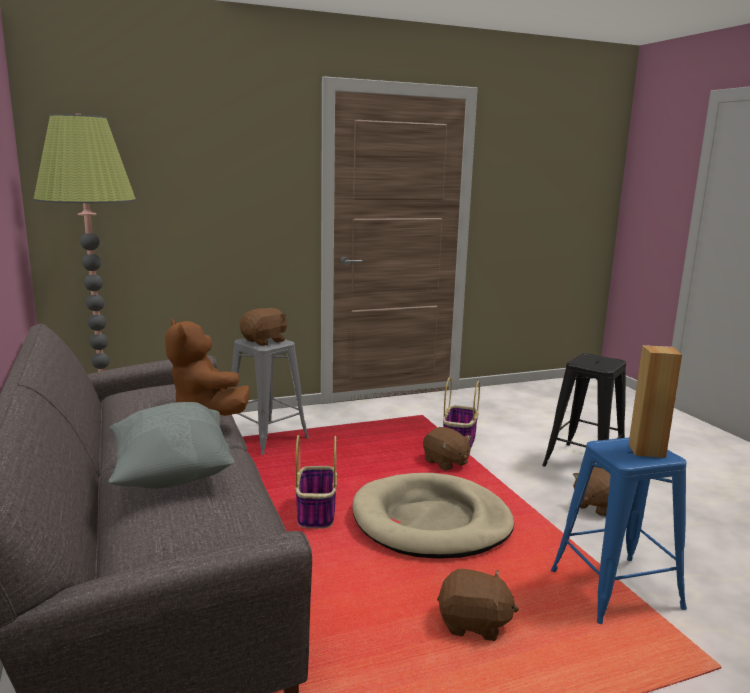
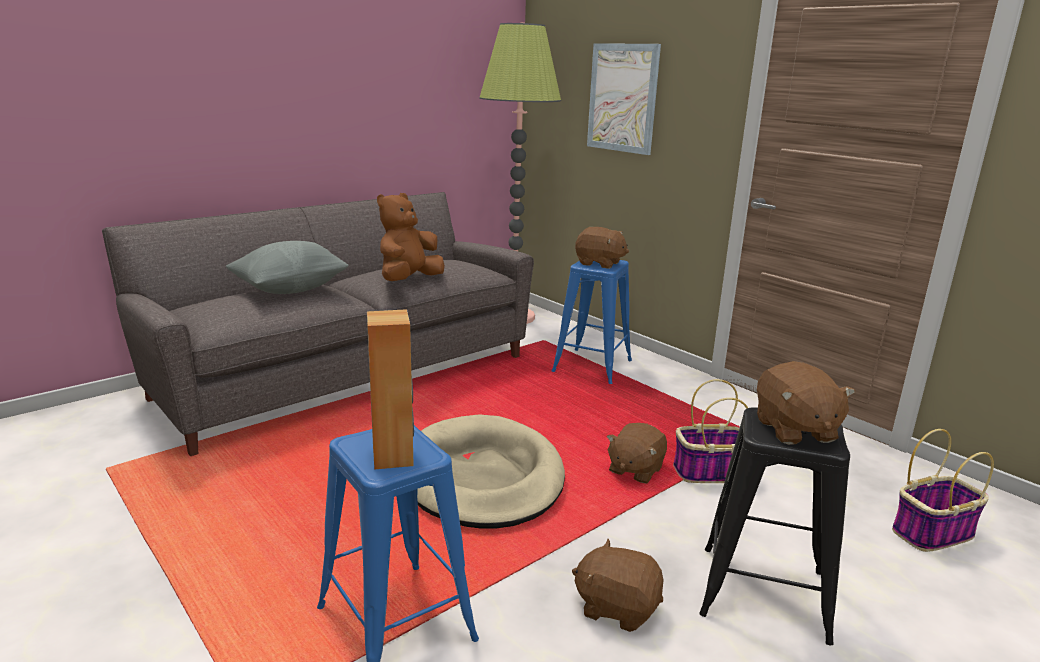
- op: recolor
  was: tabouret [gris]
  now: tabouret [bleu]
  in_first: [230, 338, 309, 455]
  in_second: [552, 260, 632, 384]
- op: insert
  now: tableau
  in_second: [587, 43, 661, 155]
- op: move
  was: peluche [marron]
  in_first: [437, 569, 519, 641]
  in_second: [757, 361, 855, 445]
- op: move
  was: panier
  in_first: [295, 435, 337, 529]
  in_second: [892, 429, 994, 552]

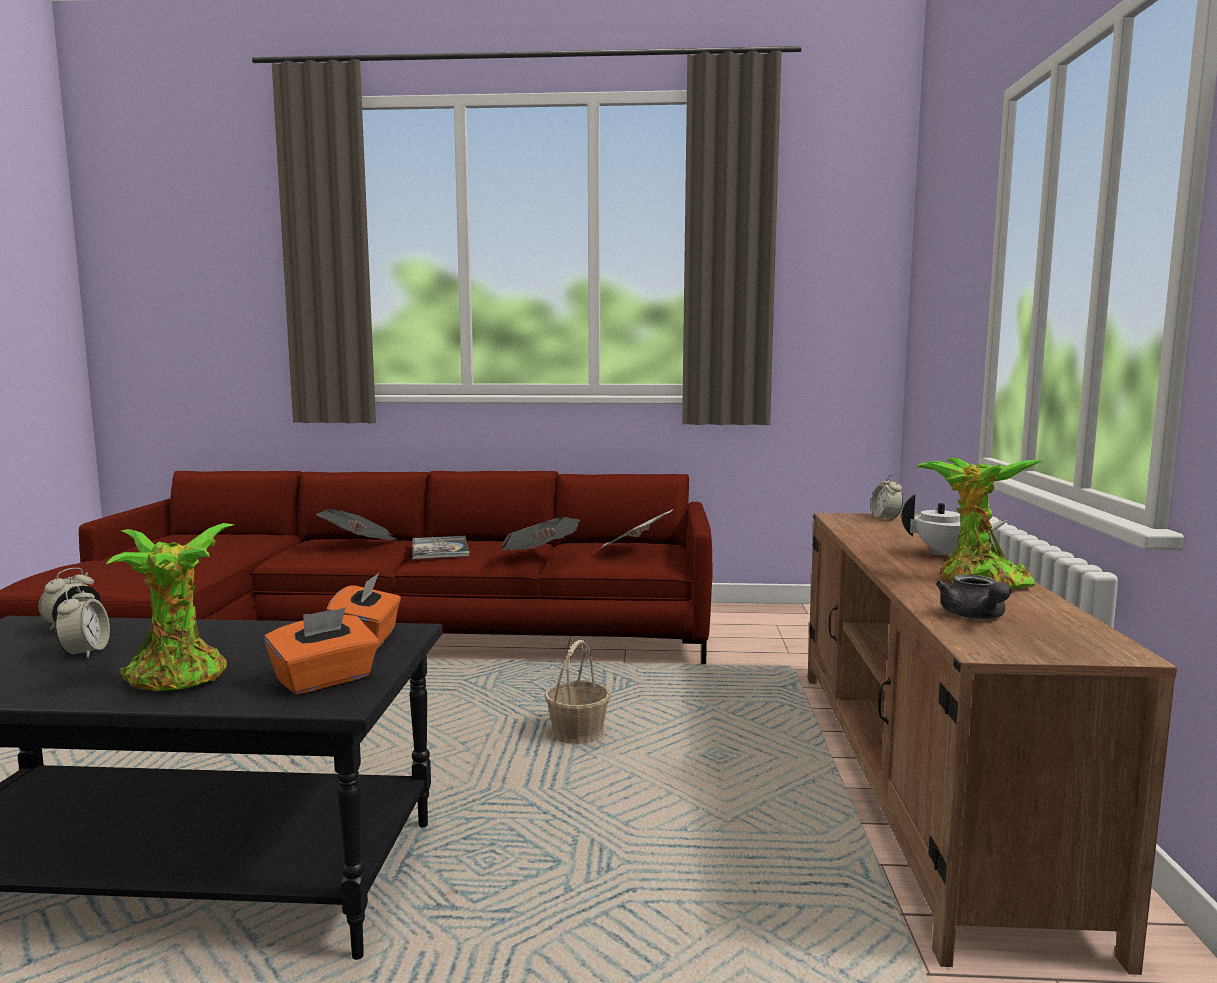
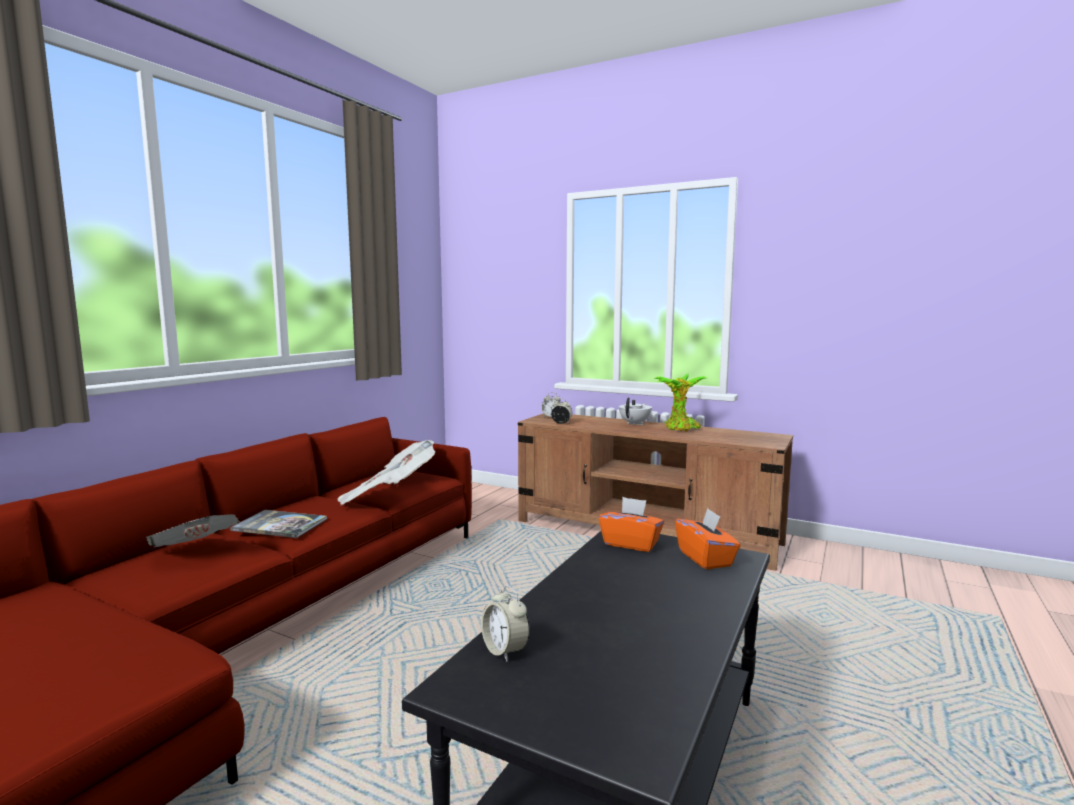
- op: move
  was: réveil
  in_first: [55, 585, 110, 658]
  in_second: [551, 398, 572, 424]
- op: delete
  was: plante en pot
  in_first: [107, 523, 234, 691]
- op: delete
  was: panier
  in_first: [544, 640, 611, 744]
- op: delete
  was: théière [gris]
  in_first: [936, 574, 1011, 619]

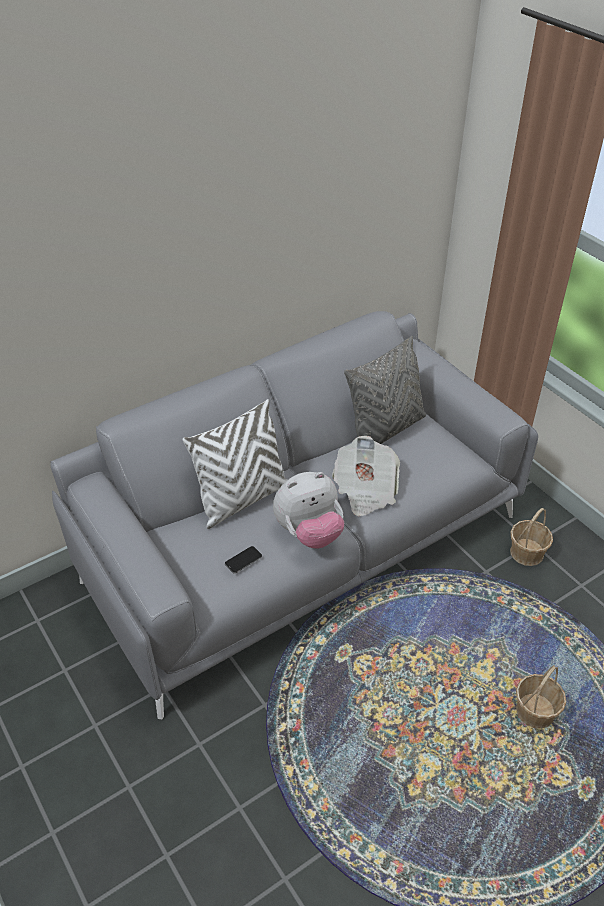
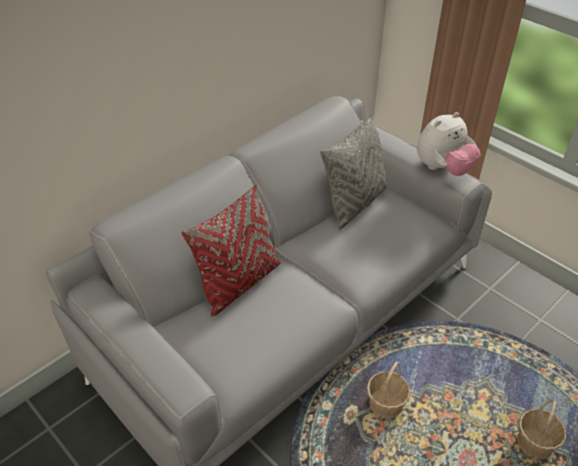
- op: recolor
  was: coussin [blanc]
  now: coussin [rouge]
  in_first: [182, 399, 287, 529]
  in_second: [182, 185, 281, 317]
- op: move
  was: panier
  in_first: [510, 508, 553, 566]
  in_second: [367, 361, 411, 419]
- op: move
  was: peluche
  in_first: [273, 472, 344, 548]
  in_second: [417, 112, 481, 176]
- op: delete
  was: téléphone
  in_first: [225, 546, 262, 574]
- op: delete
  was: journal
  in_first: [332, 436, 400, 516]

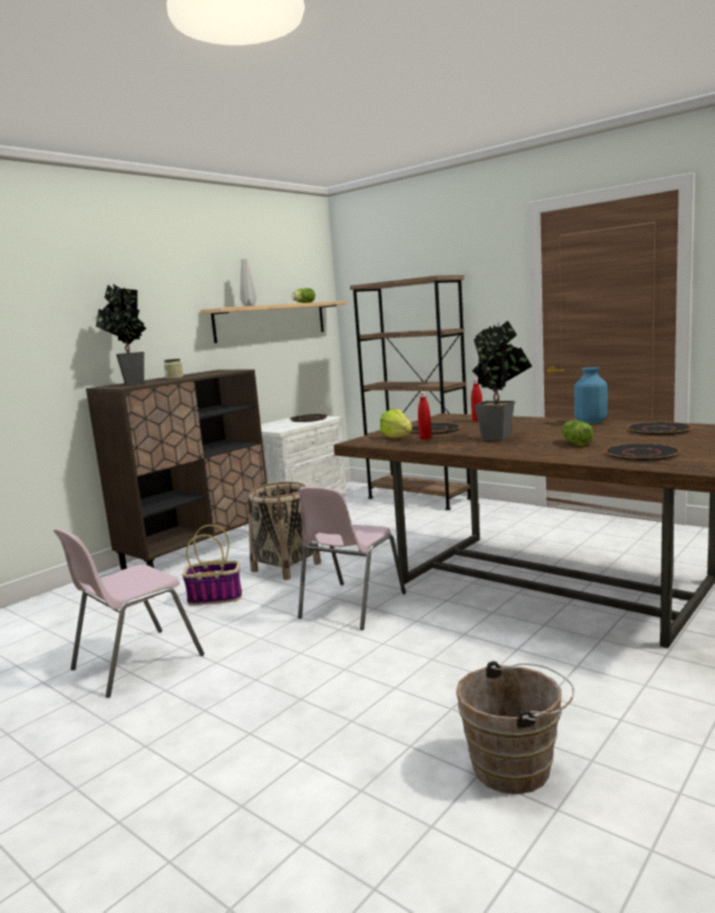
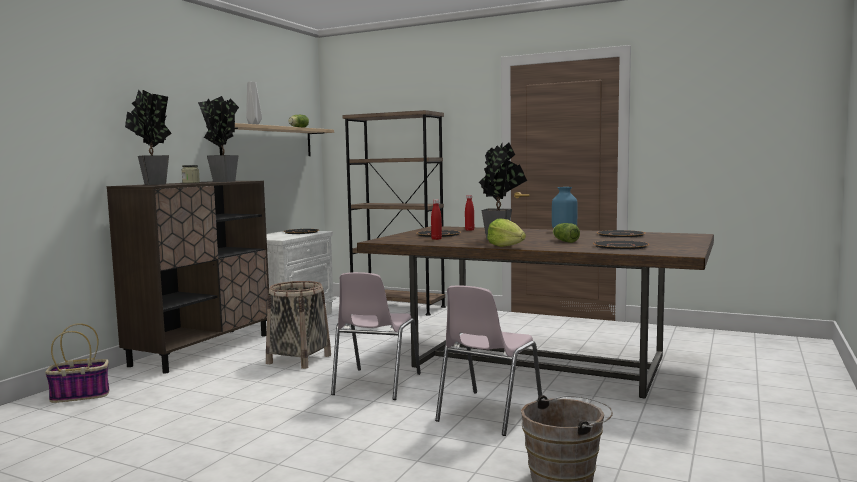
- op: move
  was: panier
  in_first: [182, 525, 242, 605]
  in_second: [45, 323, 109, 403]
- op: insert
  now: plante en pot
  in_second: [198, 96, 239, 182]
- op: move
  was: chaise [rose]
  in_first: [53, 528, 204, 697]
  in_second: [435, 285, 542, 436]
- op: move
  was: laitue
  in_first: [380, 409, 412, 438]
  in_second: [487, 219, 526, 247]

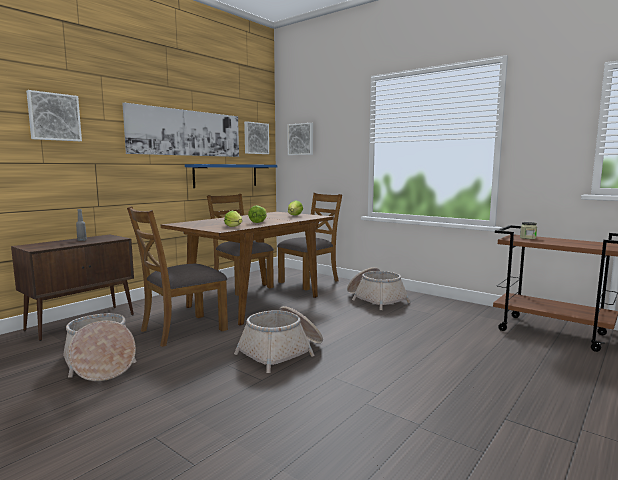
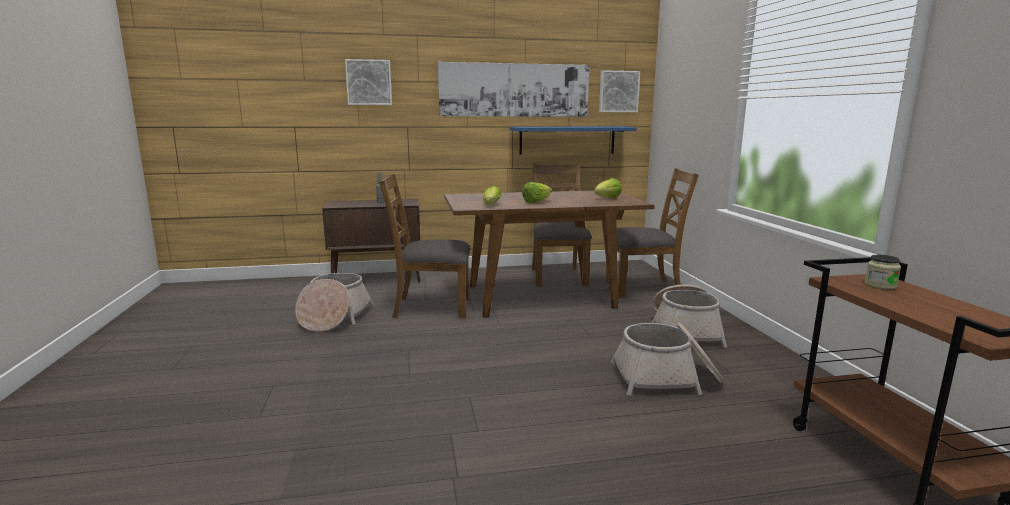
- op: move
  was: panier
  in_first: [234, 306, 323, 373]
  in_second: [611, 323, 724, 396]
- op: delete
  was: tableau
  in_first: [287, 123, 313, 155]

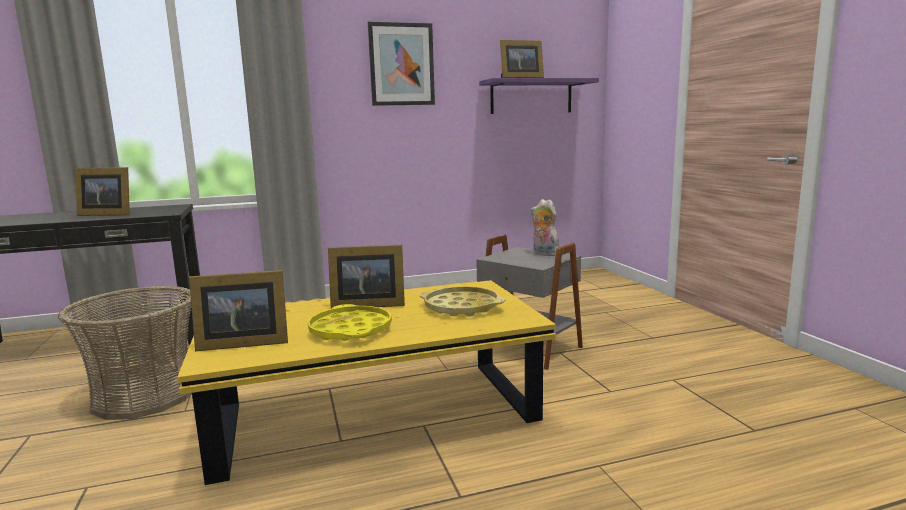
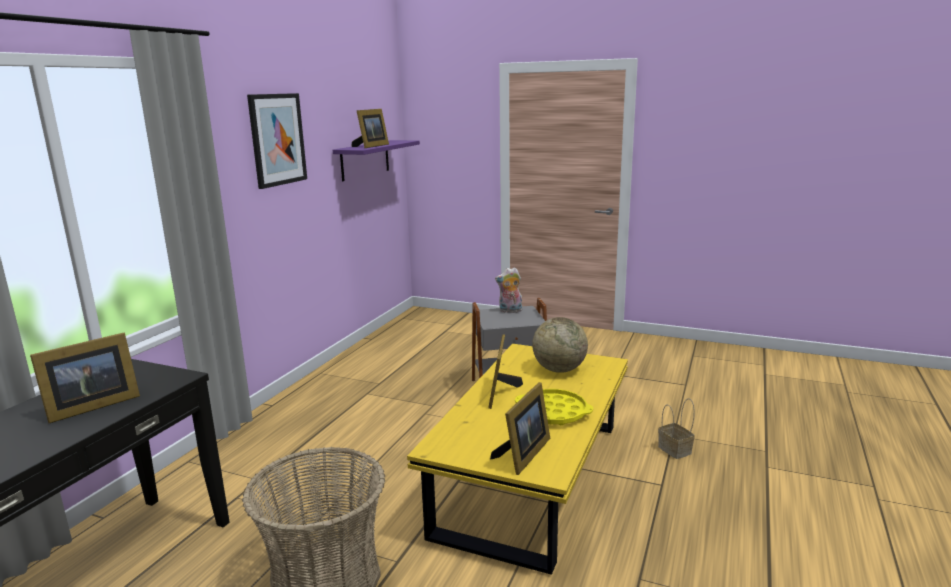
- op: rotate
  was: cadre photo
  in_first: [328, 245, 405, 308]
  in_second: [488, 334, 523, 409]
  clockwise: 150
- op: replace
  was: plateau [jaune]
  now: globe
  in_first: [420, 286, 505, 317]
  in_second: [532, 317, 588, 373]
- op: insert
  now: panier
  in_second: [658, 398, 695, 459]

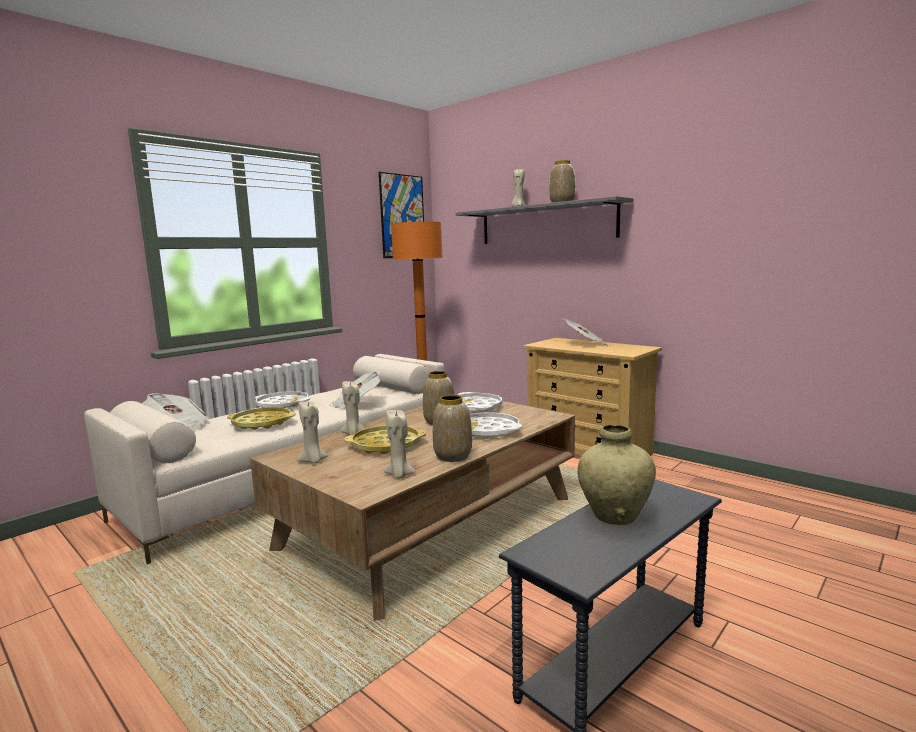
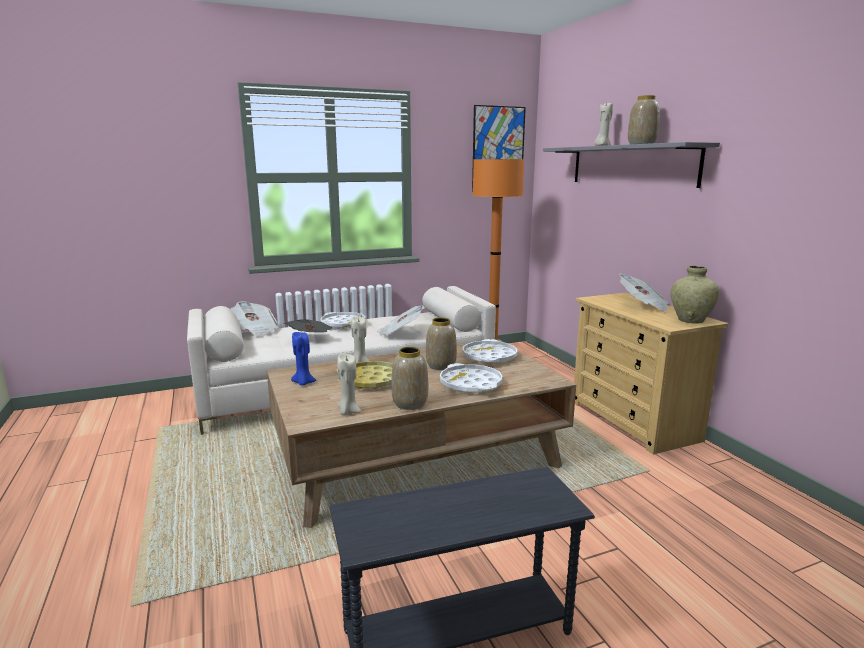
- op: replace
  was: plateau [jaune]
  now: journal
  in_first: [227, 407, 296, 430]
  in_second: [284, 319, 332, 333]
- op: recolor
  was: bougie [beige]
  now: bougie [bleu]
  in_first: [297, 401, 328, 463]
  in_second: [291, 332, 316, 386]
- op: move
  was: vase [beige]
  in_first: [577, 425, 656, 525]
  in_second: [671, 266, 720, 324]

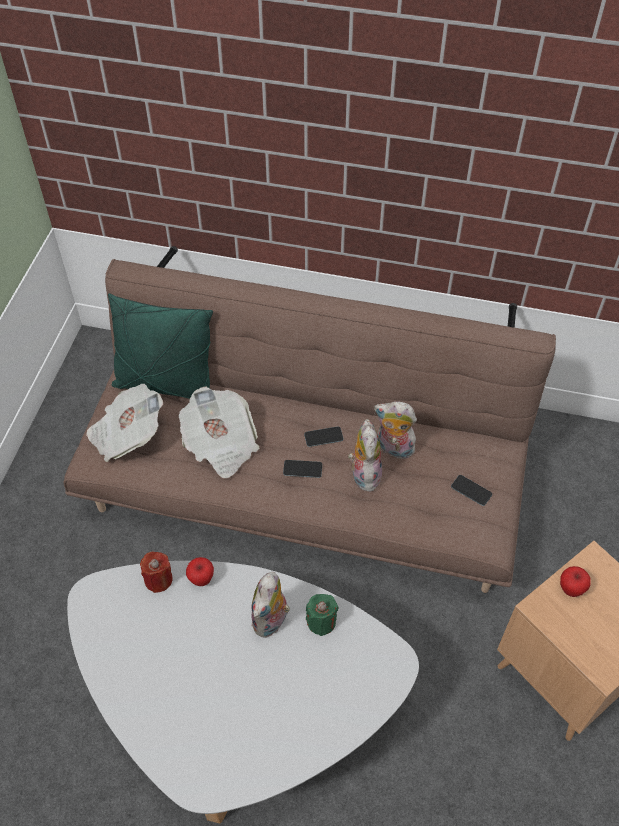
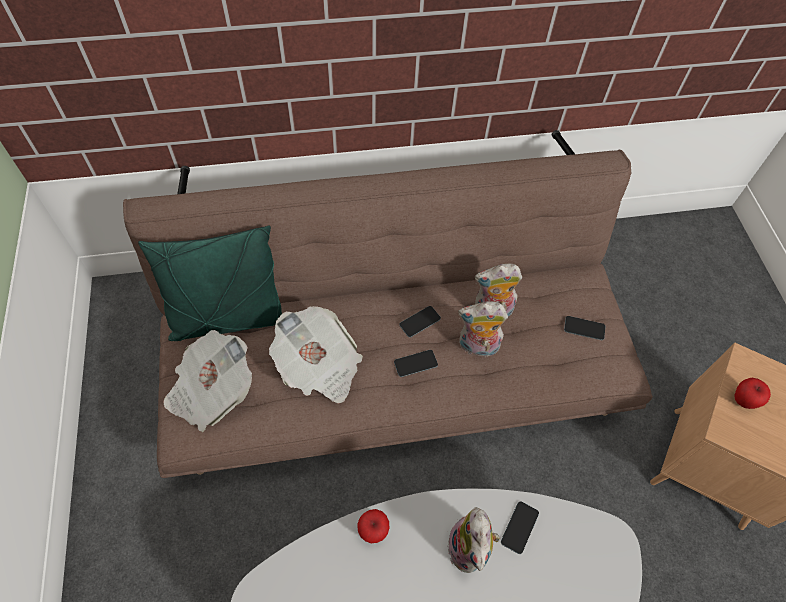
- op: rotate
  was: peluche
  in_first: [348, 419, 382, 492]
  in_second: [458, 301, 508, 360]
  clockwise: -60
- op: replace
  was: bougie [vert]
  now: téléphone
  in_first: [306, 594, 338, 636]
  in_second: [501, 501, 539, 554]
- op: delete
  was: bougie [rouge]
  in_first: [140, 551, 173, 593]

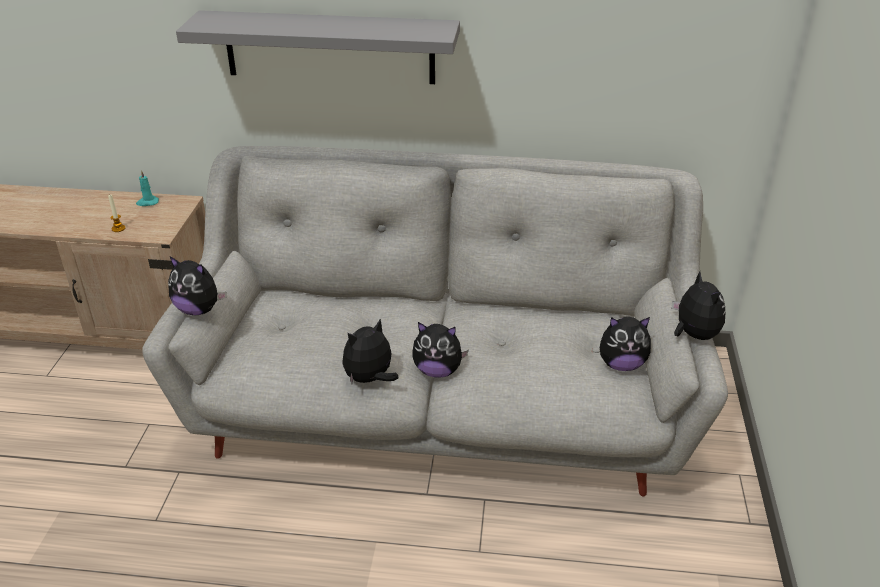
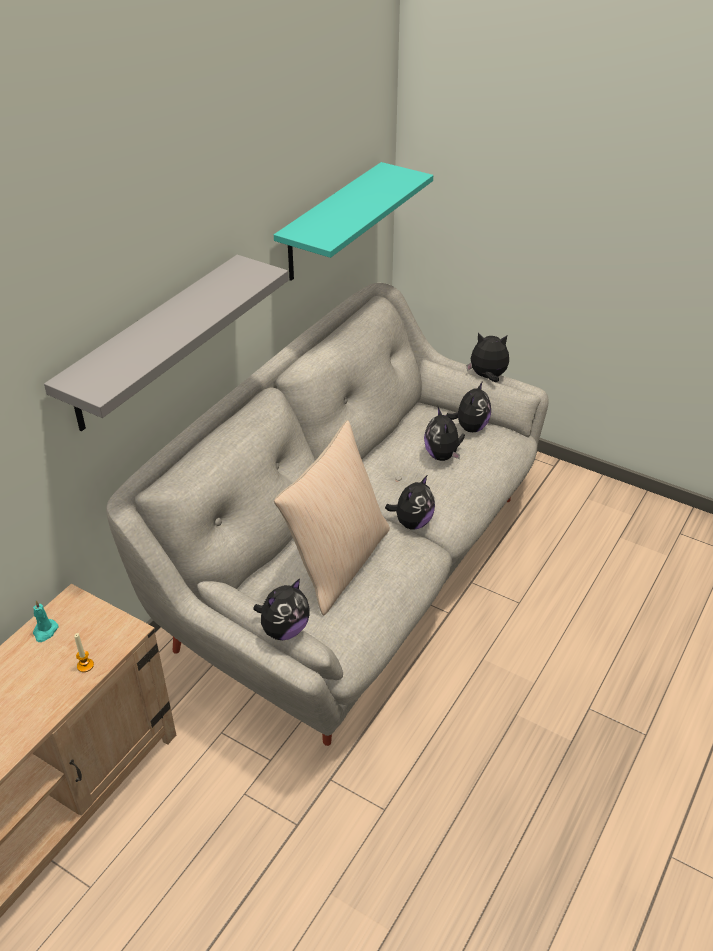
- op: insert
  now: étagère [turquoise]
  in_second: [274, 162, 433, 281]
- op: insert
  now: coussin [beige]
  in_second: [274, 420, 390, 616]
- op: move
  was: peluche
  in_first: [342, 318, 398, 384]
  in_second: [424, 407, 465, 461]

